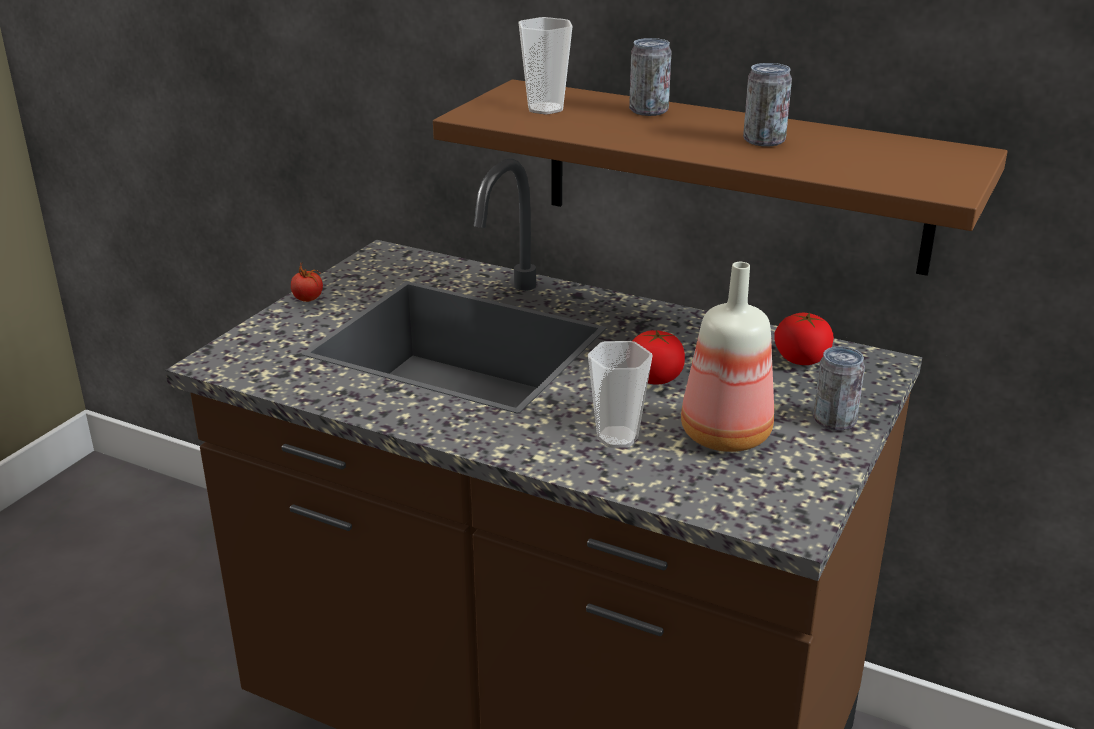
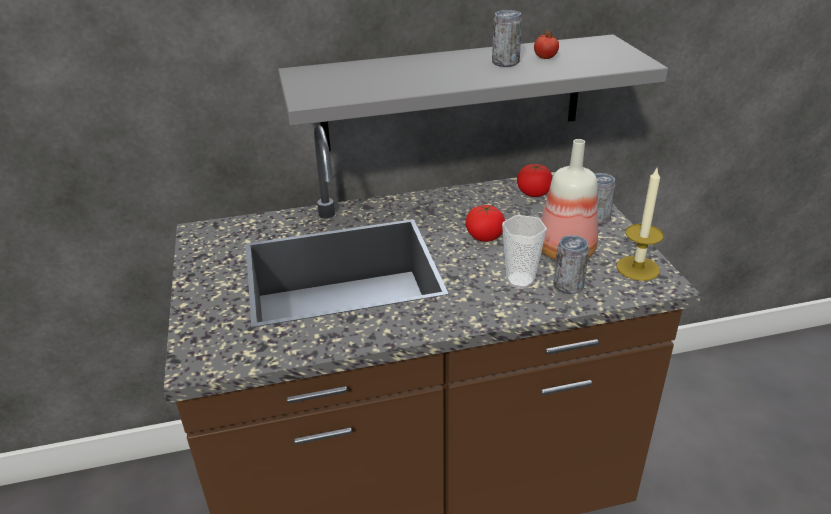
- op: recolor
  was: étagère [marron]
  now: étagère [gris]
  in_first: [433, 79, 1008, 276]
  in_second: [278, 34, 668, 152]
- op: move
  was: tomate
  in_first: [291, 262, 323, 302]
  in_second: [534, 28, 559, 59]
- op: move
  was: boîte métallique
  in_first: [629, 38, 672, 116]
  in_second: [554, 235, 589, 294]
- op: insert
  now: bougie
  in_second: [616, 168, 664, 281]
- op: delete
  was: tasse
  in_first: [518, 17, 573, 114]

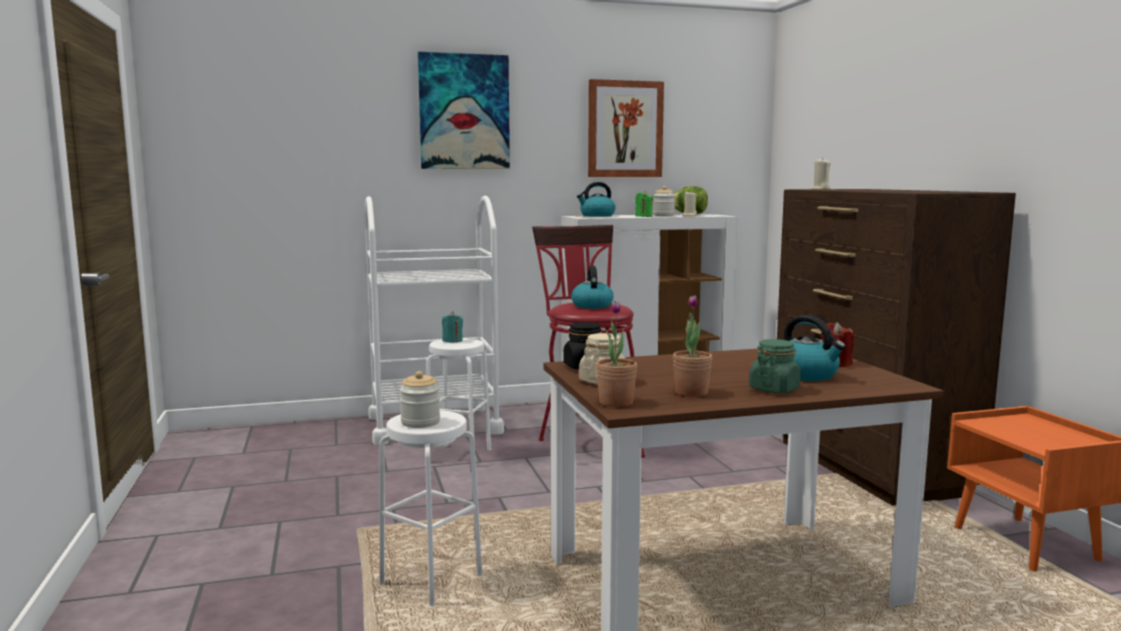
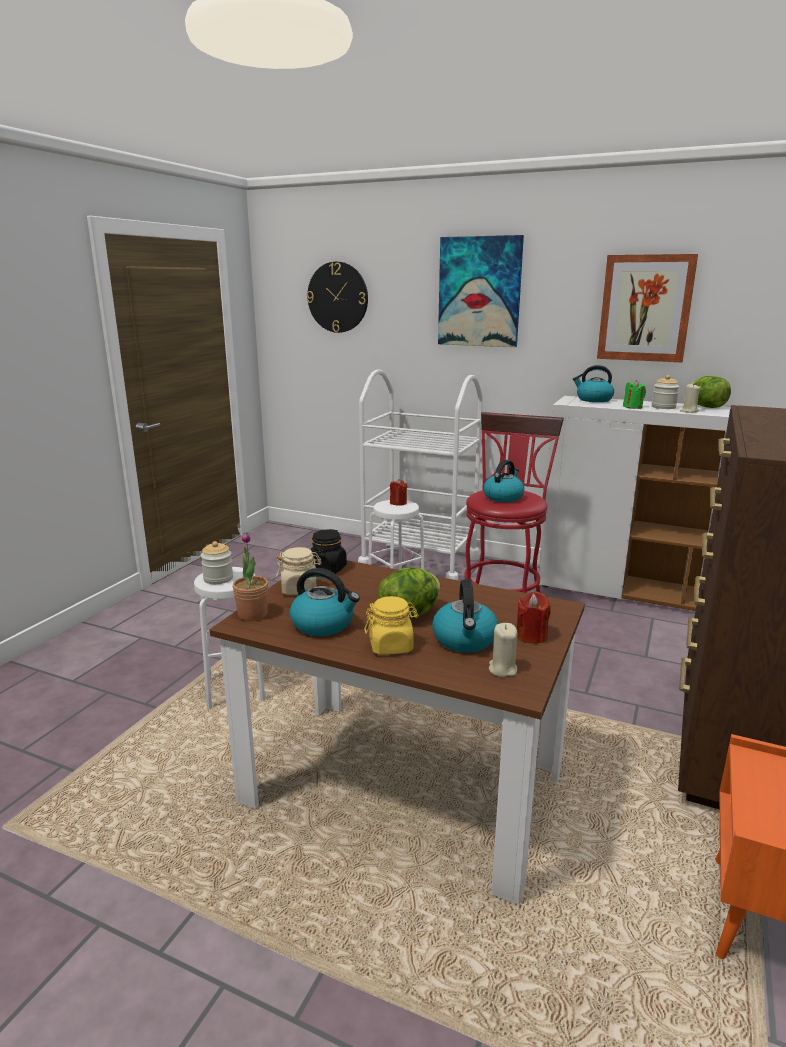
- op: replace
  was: plante en pot
  now: bouilloire
  in_first: [673, 295, 712, 397]
  in_second: [290, 568, 360, 636]
- op: insert
  now: horloge murale
  in_second: [307, 262, 368, 333]
- op: recolor
  was: bocal [vert]
  now: bocal [jaune]
  in_first: [749, 339, 801, 393]
  in_second: [364, 596, 419, 655]
- op: insert
  now: laitue
  in_second: [378, 567, 440, 620]
- op: recolor
  was: bougie [turquoise]
  now: bougie [rouge]
  in_first: [442, 311, 463, 343]
  in_second: [390, 479, 407, 505]
- op: move
  was: bougie [beige]
  in_first: [810, 158, 831, 190]
  in_second: [489, 623, 518, 677]

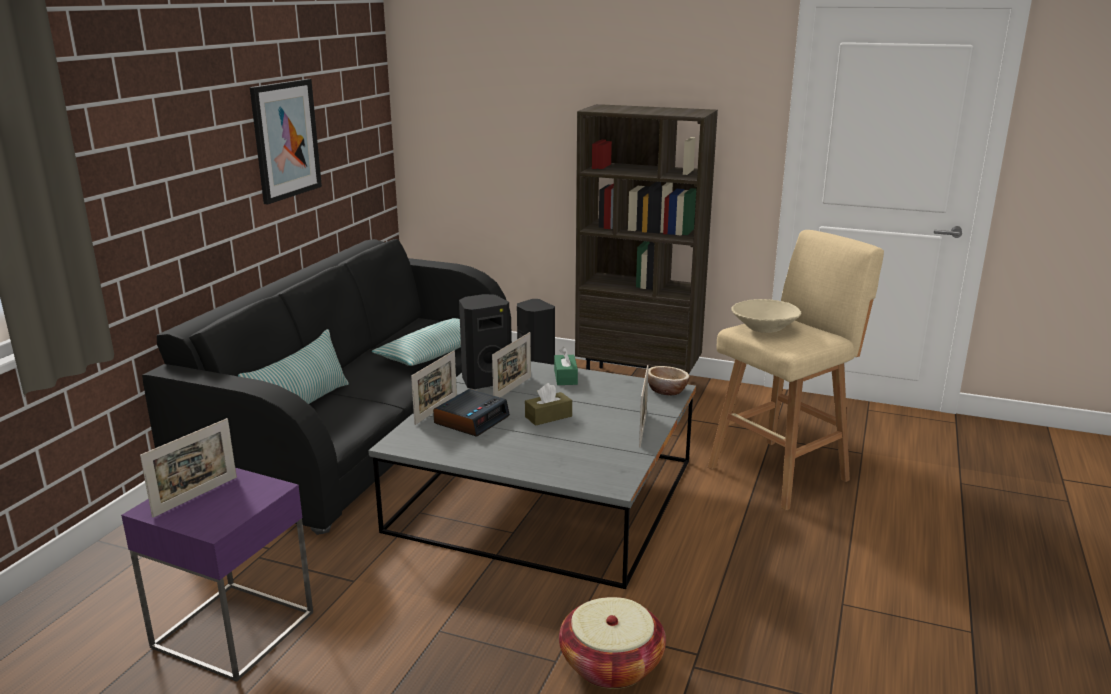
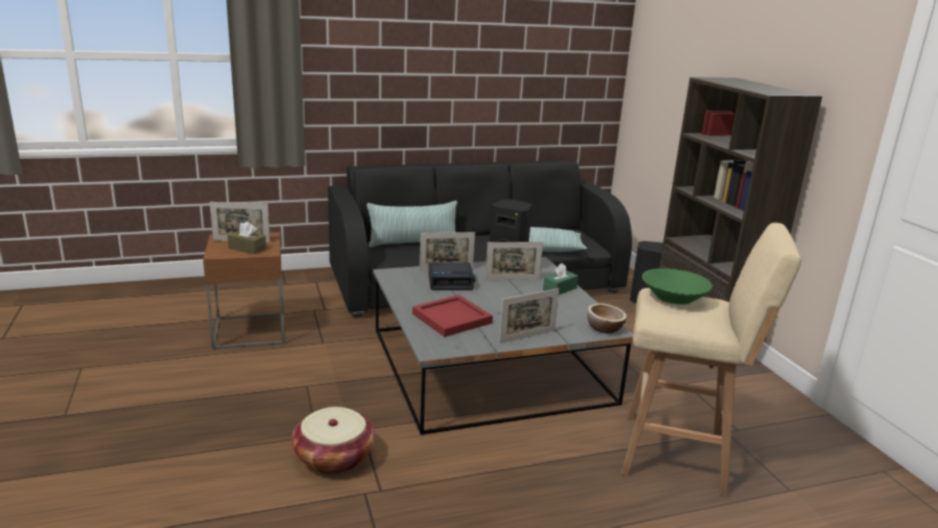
- op: recolor
  was: table d'appoint [violet]
  now: table d'appoint [marron]
  in_first: [121, 468, 313, 682]
  in_second: [203, 233, 284, 349]
- op: move
  was: boîte à mouchoirs [marron]
  in_first: [525, 383, 572, 426]
  in_second: [227, 222, 266, 254]
- op: insert
  now: plateau [rouge]
  in_second: [412, 295, 493, 337]
- op: recolor
  was: bol [beige]
  now: bol [vert]
  in_first: [731, 299, 801, 333]
  in_second: [642, 268, 712, 304]
- op: delete
  was: tableau
  in_first: [250, 79, 322, 205]

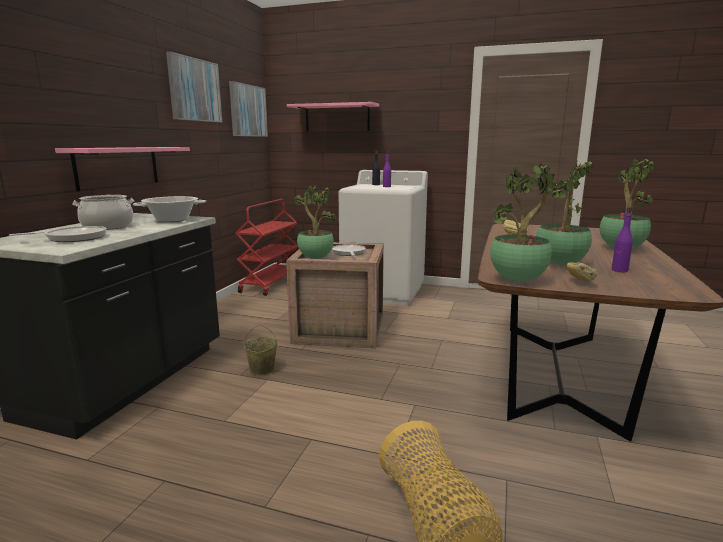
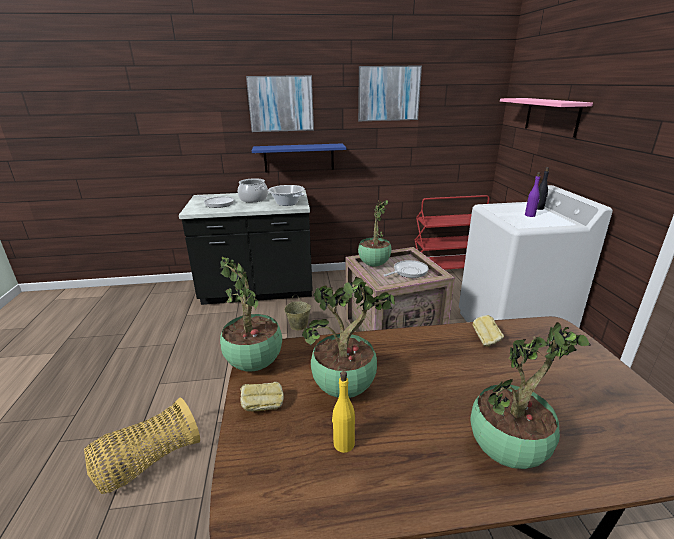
- op: move
  was: tableau
  in_first: [229, 81, 268, 137]
  in_second: [246, 75, 314, 132]
- op: recolor
  was: étagère [rose]
  now: étagère [bleu]
  in_first: [55, 147, 190, 191]
  in_second: [252, 143, 346, 172]
- op: recolor
  was: bouteille [violet]
  now: bouteille [jaune]
  in_first: [612, 207, 633, 272]
  in_second: [332, 371, 355, 453]

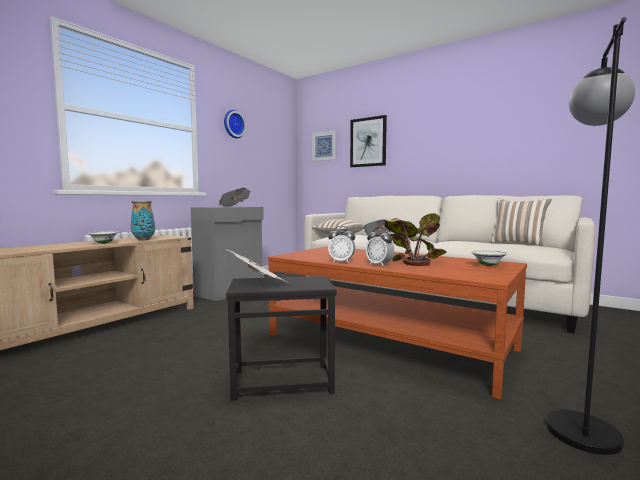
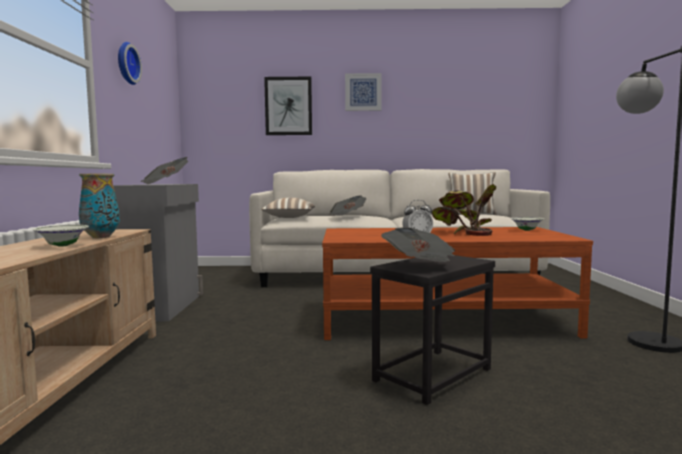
- op: move
  was: tableau
  in_first: [312, 130, 336, 161]
  in_second: [345, 73, 381, 111]
- op: delete
  was: réveil
  in_first: [366, 227, 394, 266]

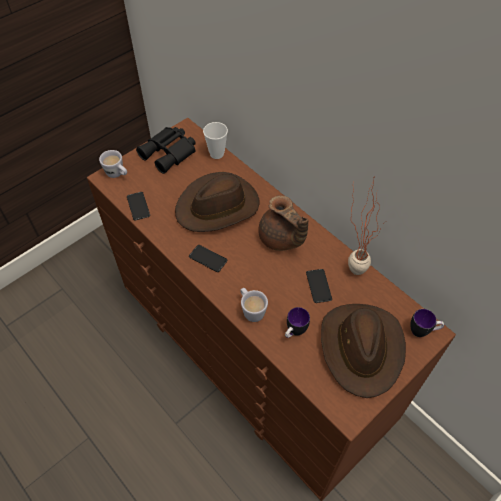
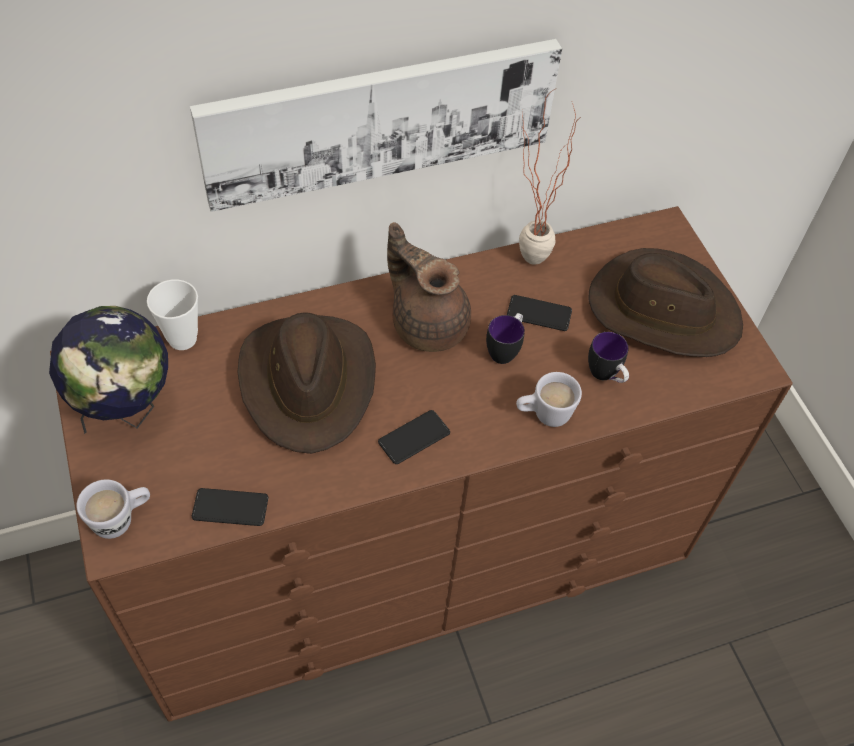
- op: replace
  was: jumelles [noir]
  now: globe
  in_first: [136, 127, 196, 174]
  in_second: [49, 306, 168, 434]
- op: insert
  now: tableau
  in_second: [190, 39, 562, 212]
- op: rotate
  was: théière [marron]
  in_first: [258, 195, 309, 251]
  in_second: [387, 222, 471, 352]
  clockwise: -120
- op: move
  was: mug
  in_first: [410, 309, 444, 337]
  in_second: [486, 313, 525, 364]

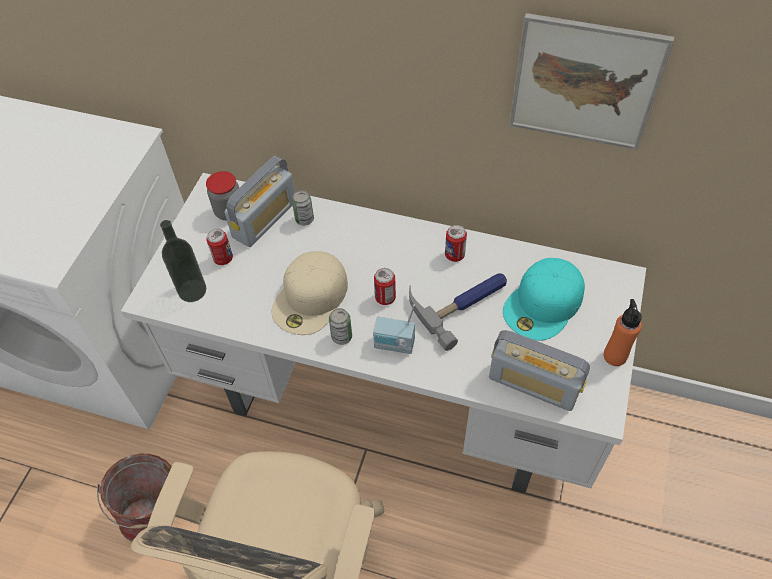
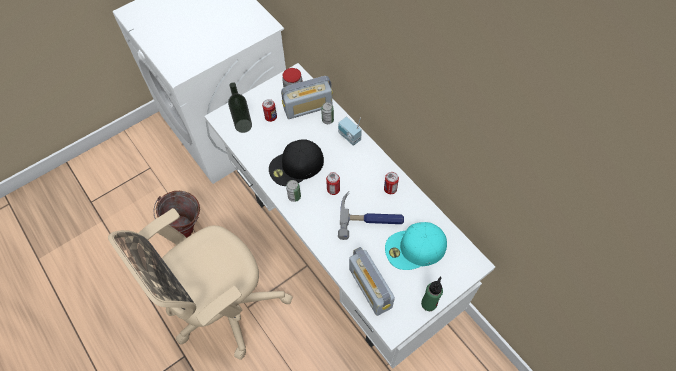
- op: recolor
  was: casquette [beige]
  now: casquette [noir]
  in_first: [272, 251, 348, 335]
  in_second: [269, 139, 324, 186]
- op: move
  was: radio
  in_first: [373, 304, 415, 354]
  in_second: [338, 116, 362, 146]
- op: recolor
  was: bouteille [orange]
  now: bouteille [vert]
  in_first: [604, 299, 642, 366]
  in_second: [421, 277, 443, 311]
- op: delete
  was: tableau
  in_first: [509, 13, 674, 150]

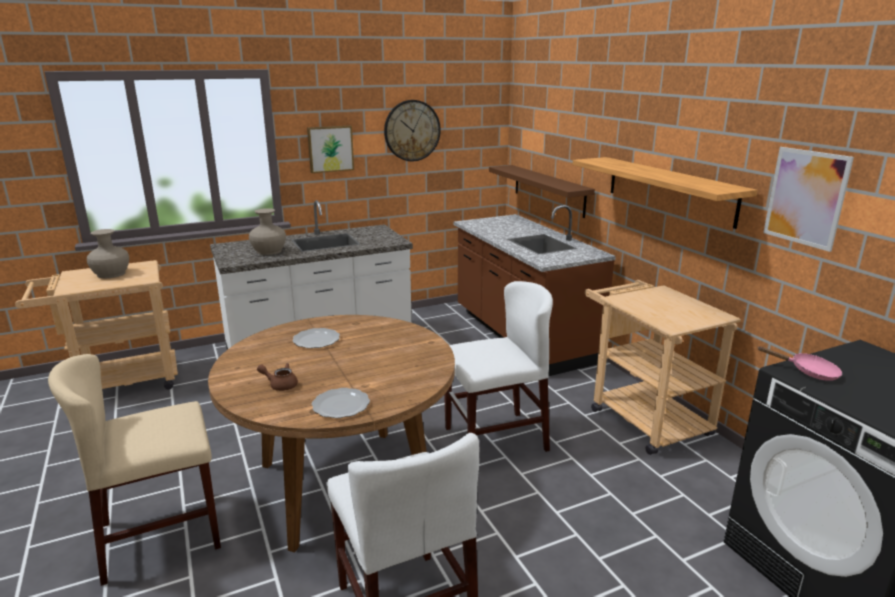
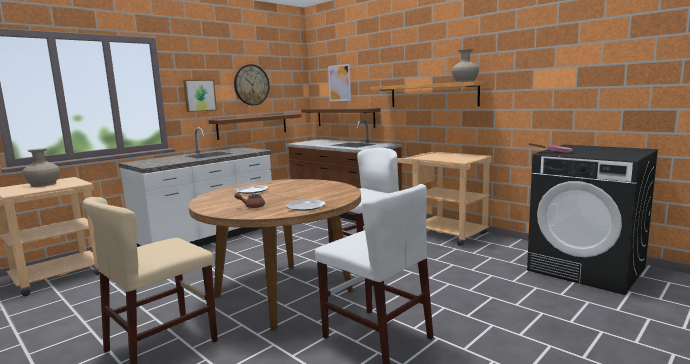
- op: insert
  now: étagère [marron]
  in_second: [209, 114, 301, 140]
- op: move
  was: tableau
  in_first: [763, 147, 854, 252]
  in_second: [328, 64, 351, 101]
- op: move
  was: vase [beige]
  in_first: [249, 208, 286, 255]
  in_second: [452, 49, 479, 82]

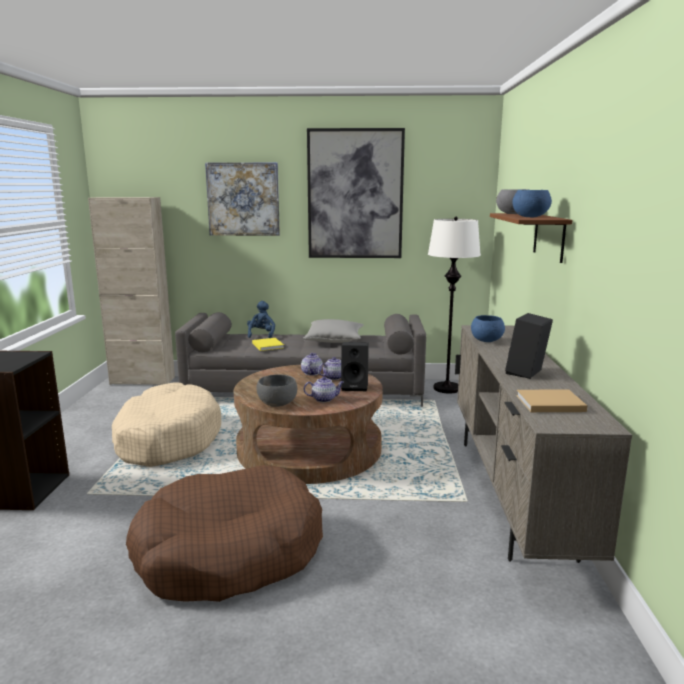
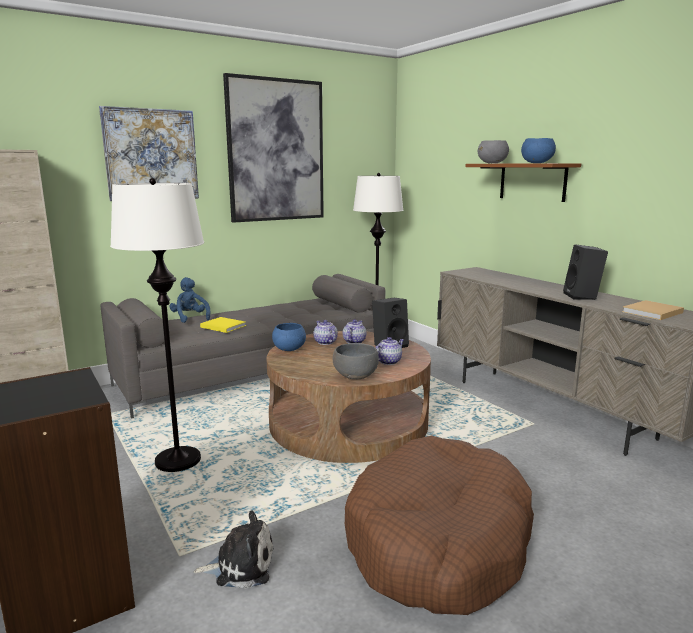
- op: replace
  was: panier pour chien [beige]
  now: lampadaire [blanc]
  in_first: [112, 382, 221, 467]
  in_second: [110, 178, 204, 472]
- op: insert
  now: peluche
  in_second: [194, 511, 273, 589]
- op: move
  was: bol [bleu]
  in_first: [471, 315, 505, 342]
  in_second: [272, 323, 306, 351]
- op: delete
  was: coussin [gris]
  in_first: [303, 319, 364, 343]

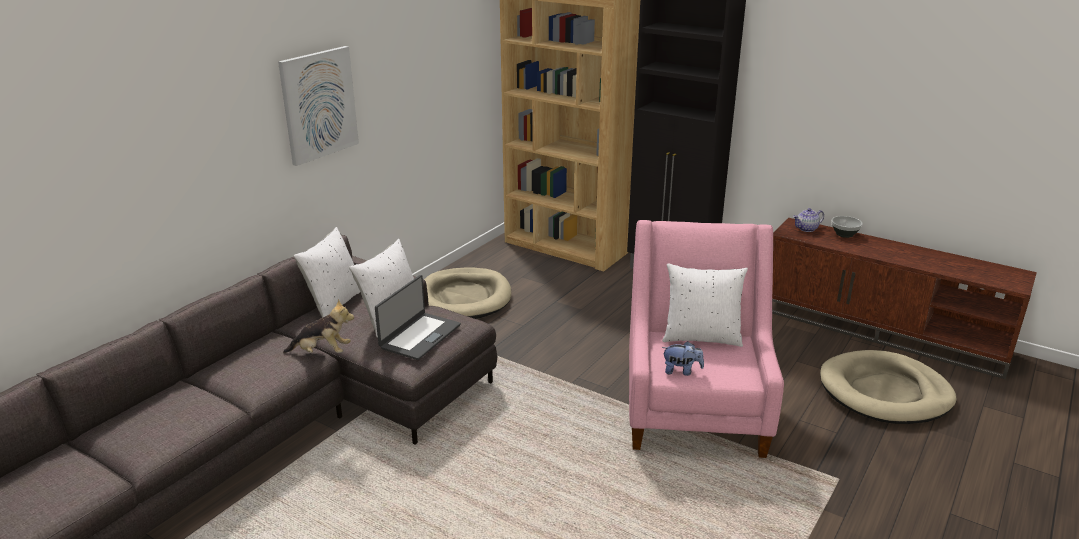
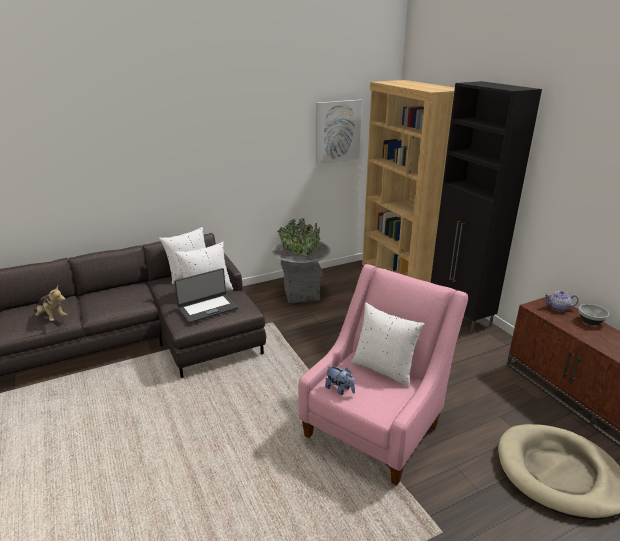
- op: move
  was: peluche
  in_first: [283, 299, 354, 353]
  in_second: [34, 286, 67, 321]
- op: replace
  was: panier pour chien [beige]
  now: cache-pot [gris]
  in_first: [424, 268, 511, 319]
  in_second: [272, 219, 331, 303]
- op: move
  was: tableau
  in_first: [278, 46, 359, 166]
  in_second: [316, 100, 362, 164]

